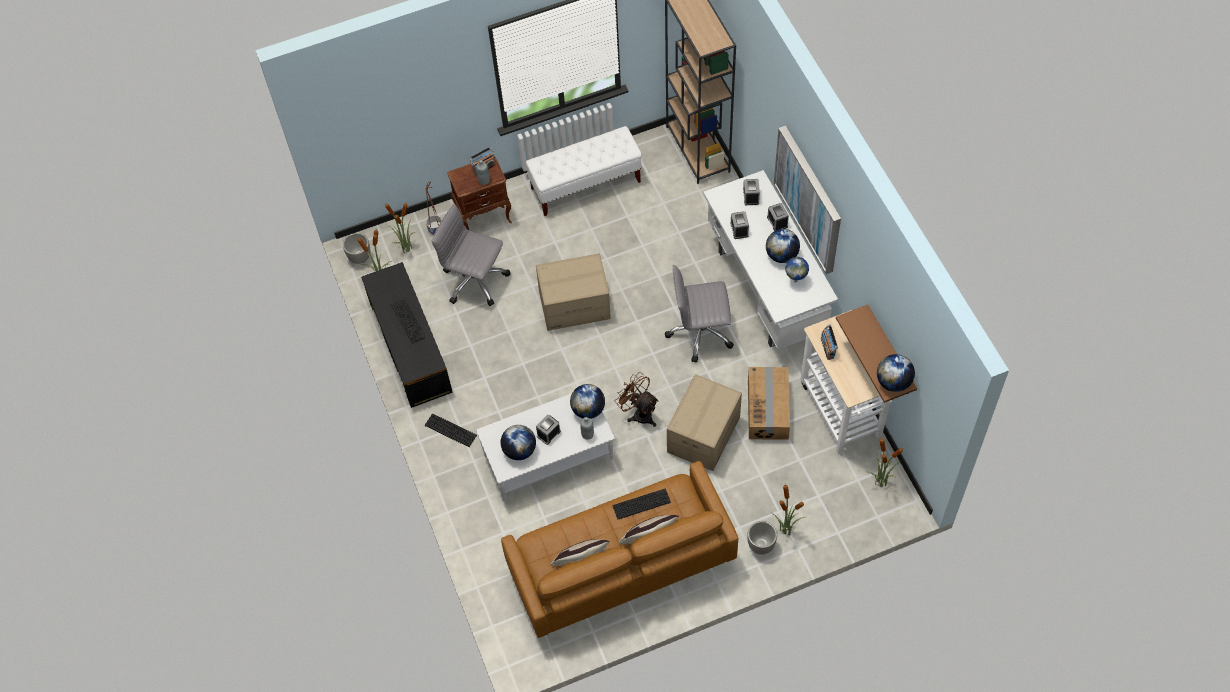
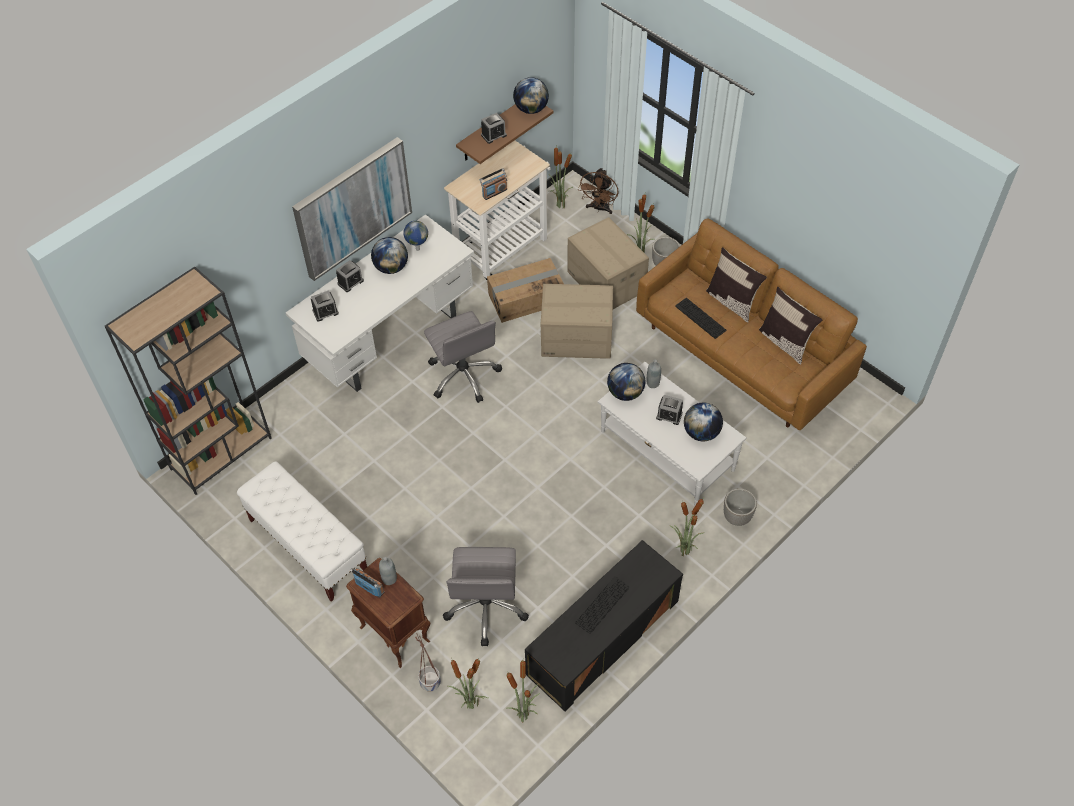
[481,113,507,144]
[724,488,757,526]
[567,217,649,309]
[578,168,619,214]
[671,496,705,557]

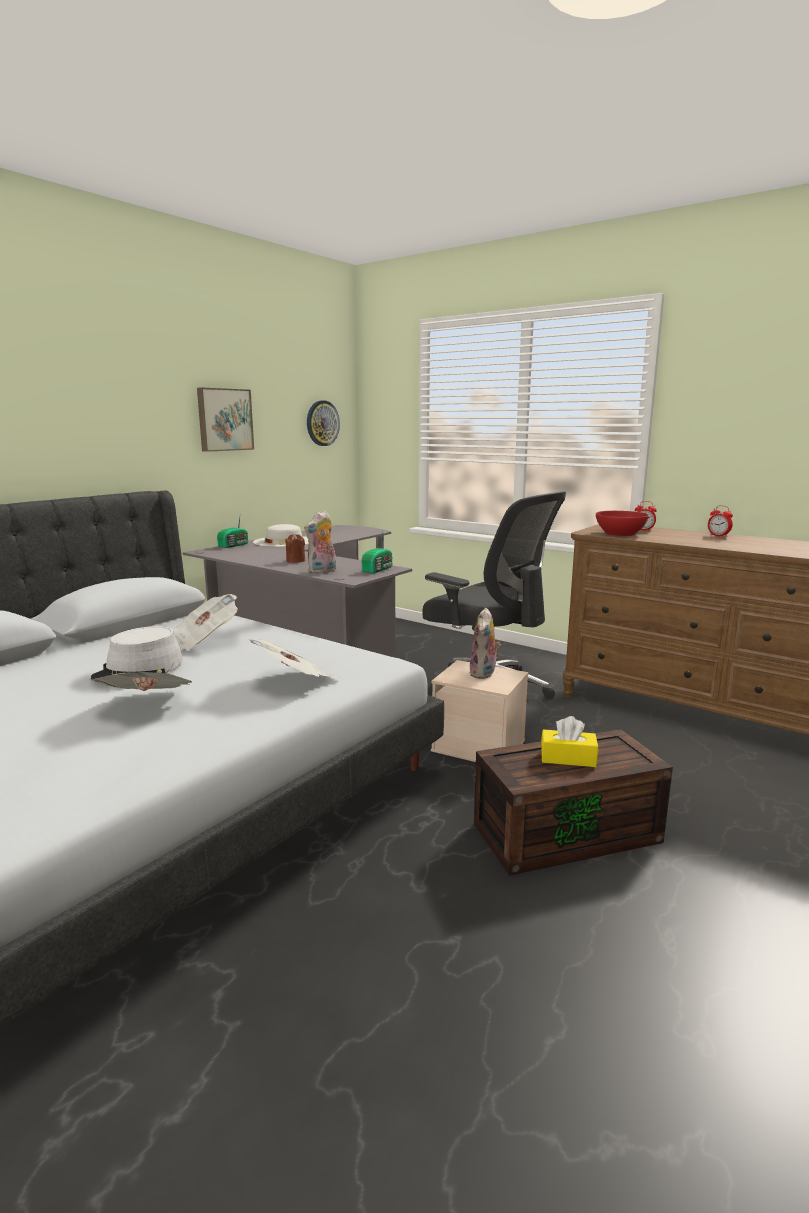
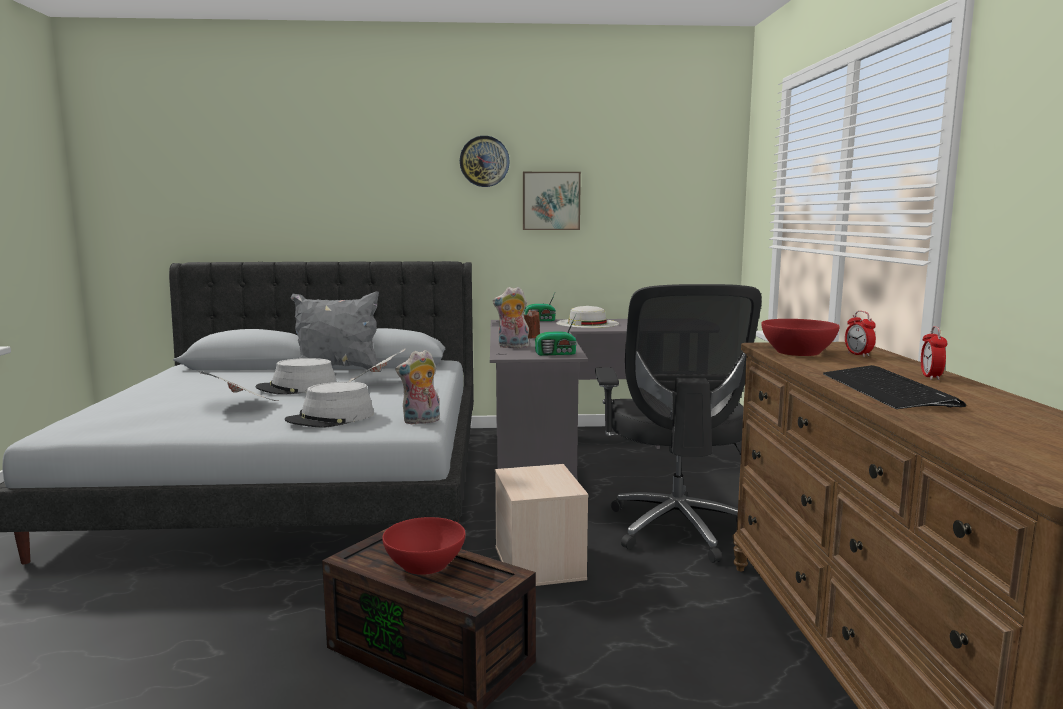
[460,136,510,187]
[395,350,440,425]
[285,382,374,428]
[382,517,466,575]
[291,292,382,372]
[823,365,966,409]

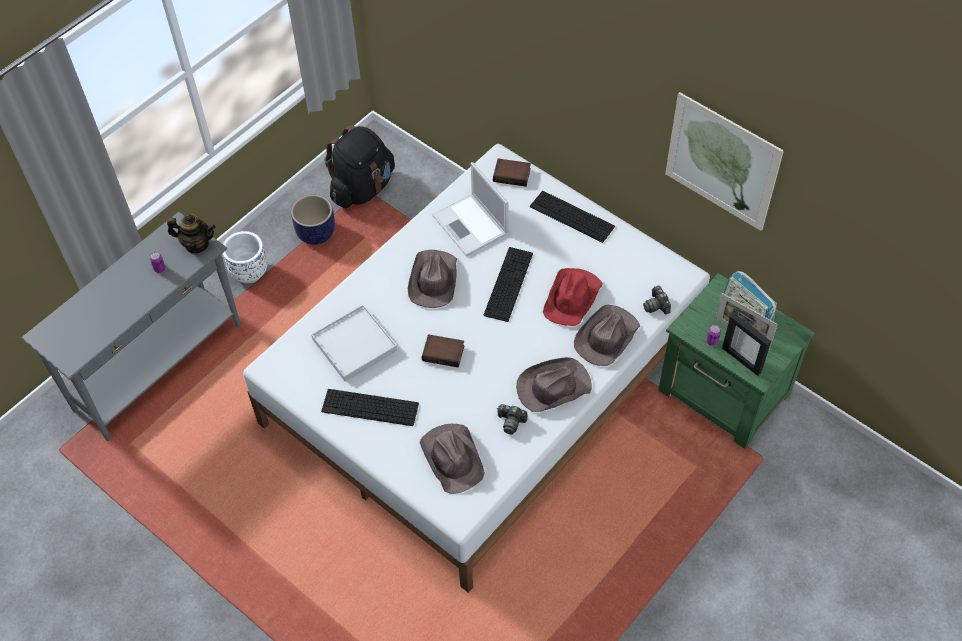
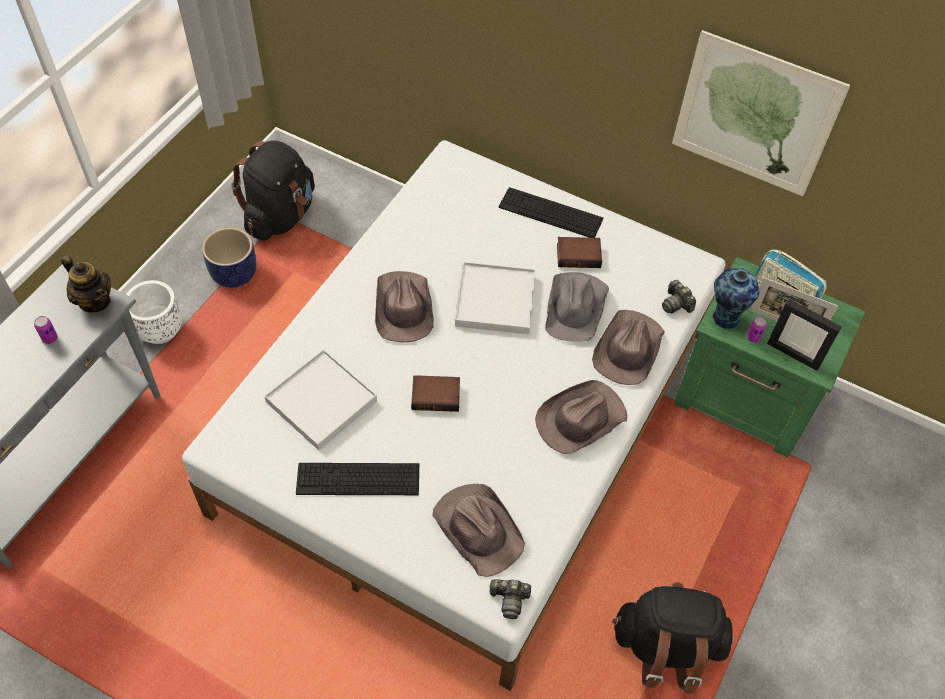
[557,237,602,268]
[432,162,508,257] (first image)
[61,255,111,312]
[455,262,536,334]
[545,272,609,342]
[489,579,531,619]
[712,268,759,329]
[612,582,734,693]

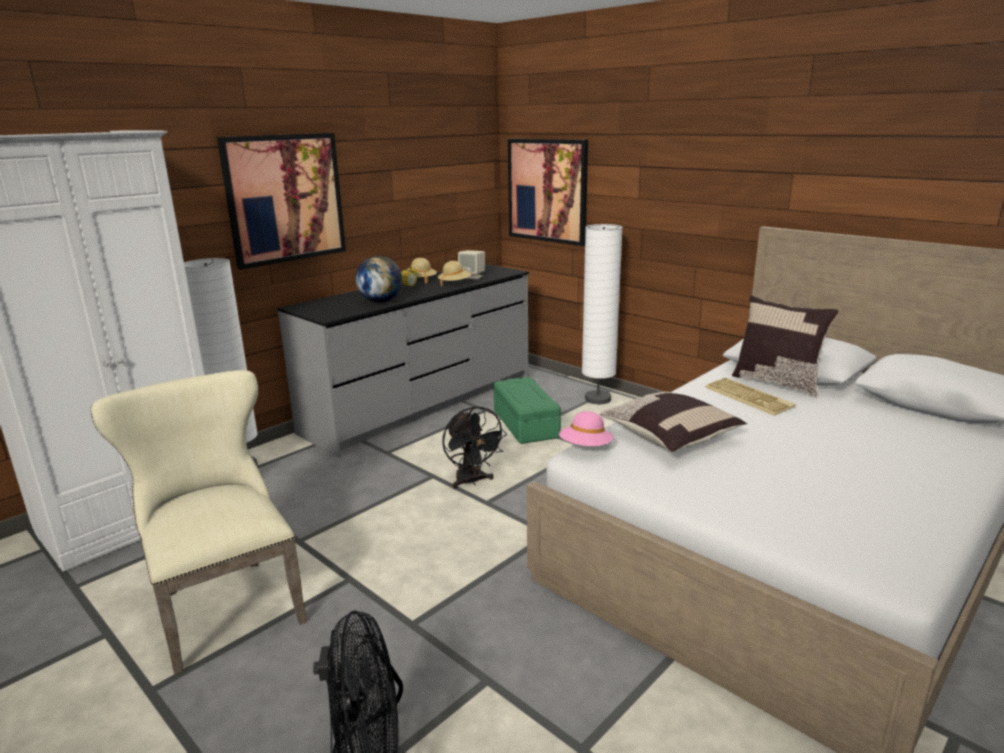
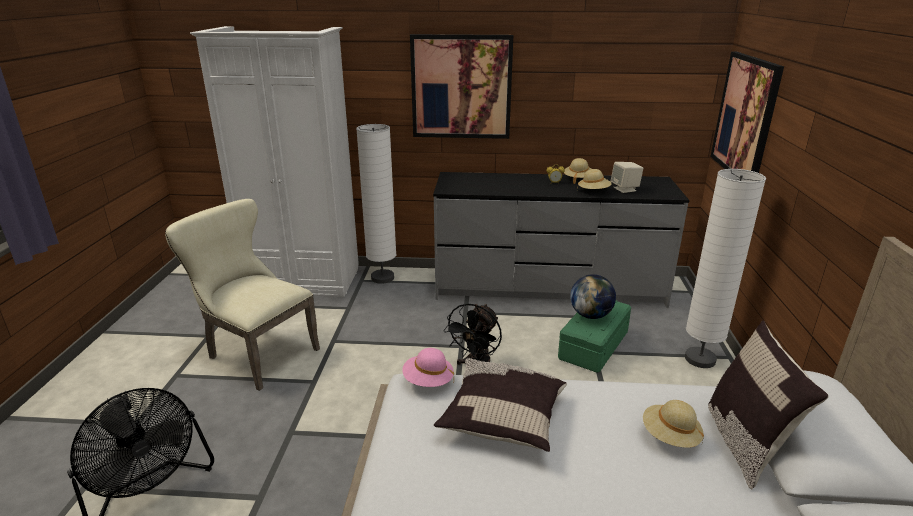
[570,274,616,319]
[165,199,320,391]
[643,400,704,448]

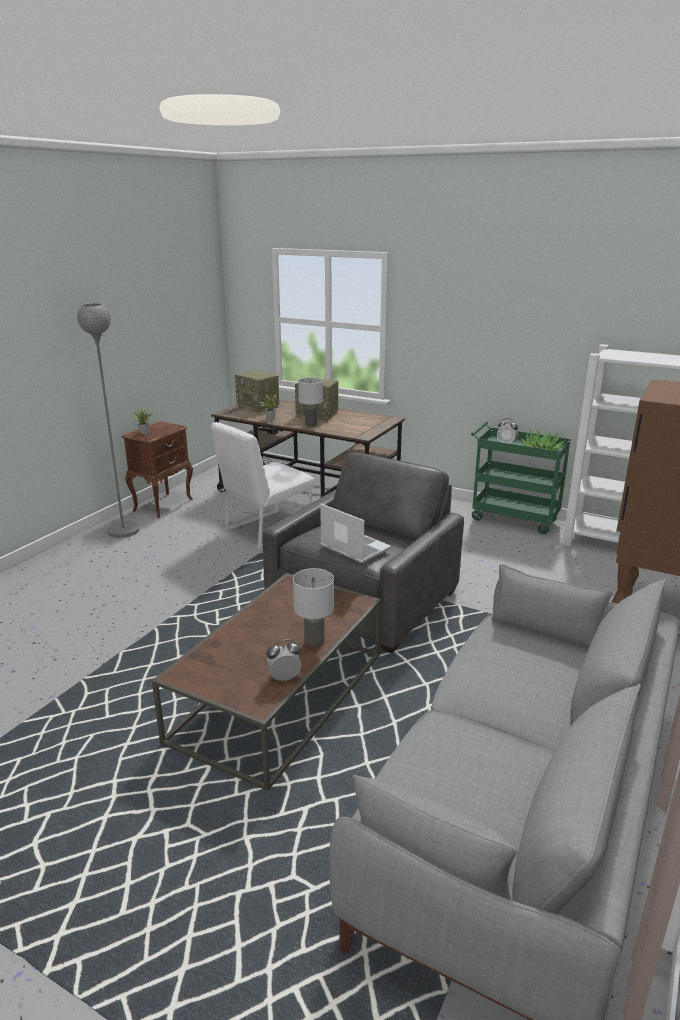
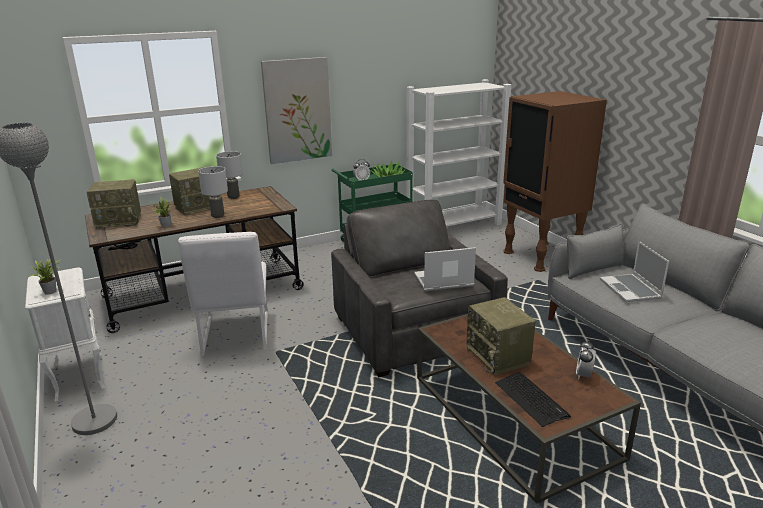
[25,267,105,401]
[216,151,243,199]
[261,57,332,164]
[600,241,669,302]
[466,297,536,375]
[495,372,571,427]

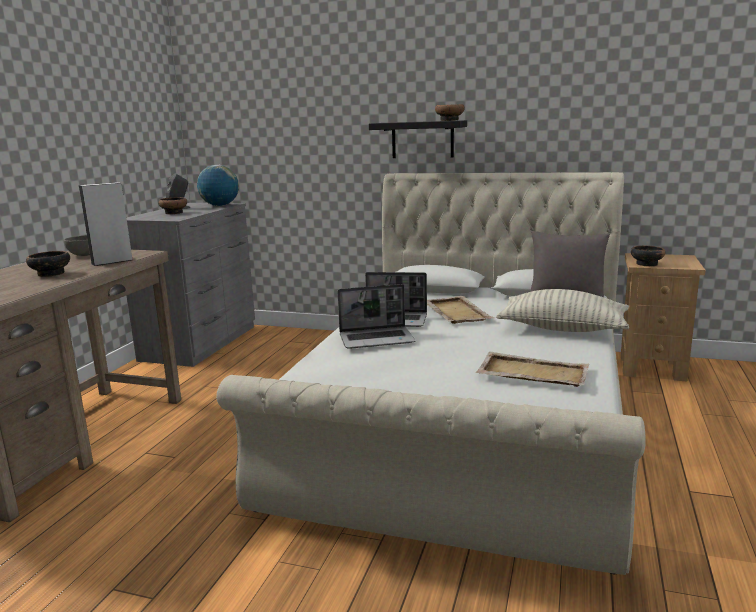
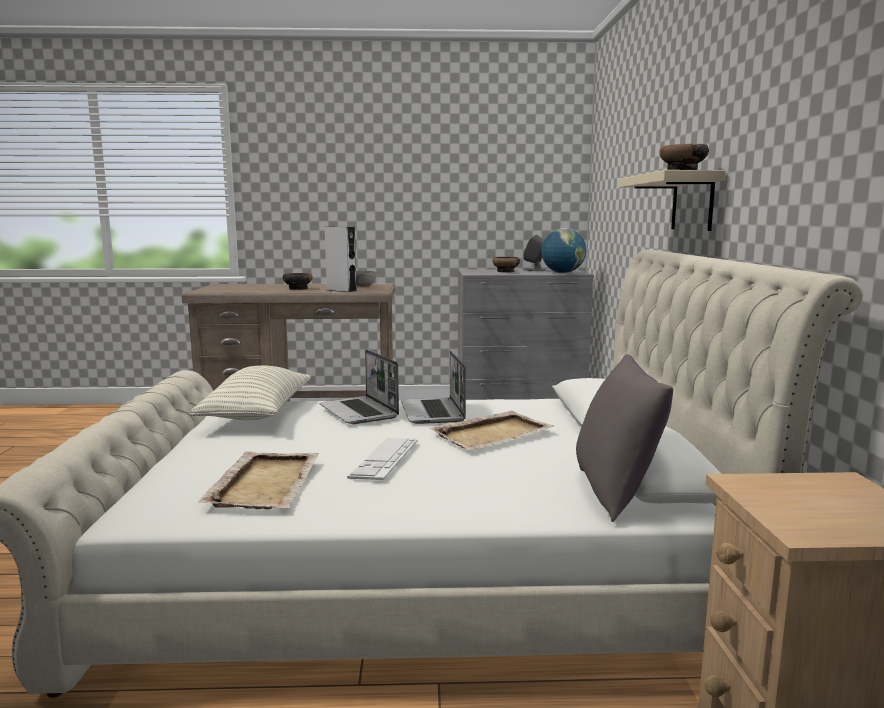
[619,170,725,231]
[631,245,665,266] (first image)
[190,366,311,420]
[347,438,418,480]

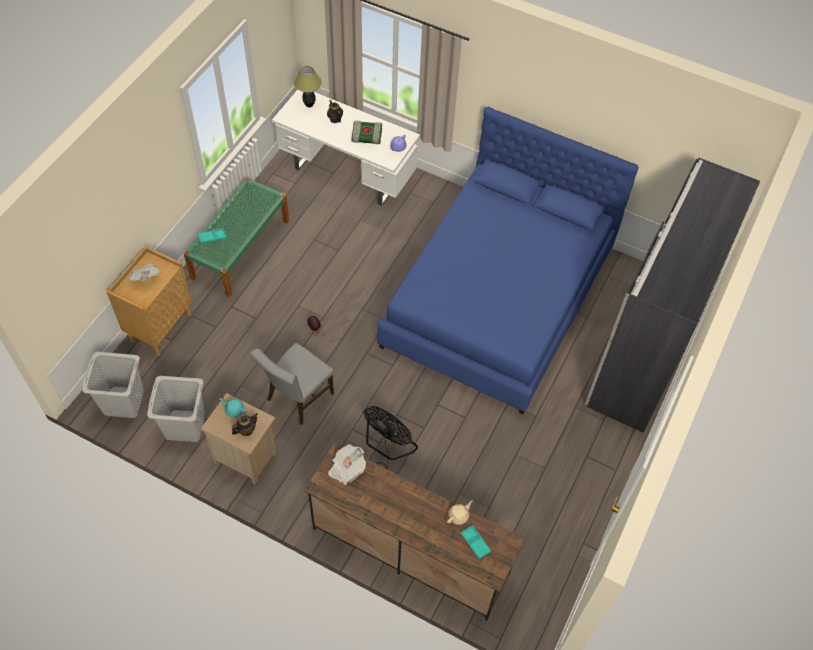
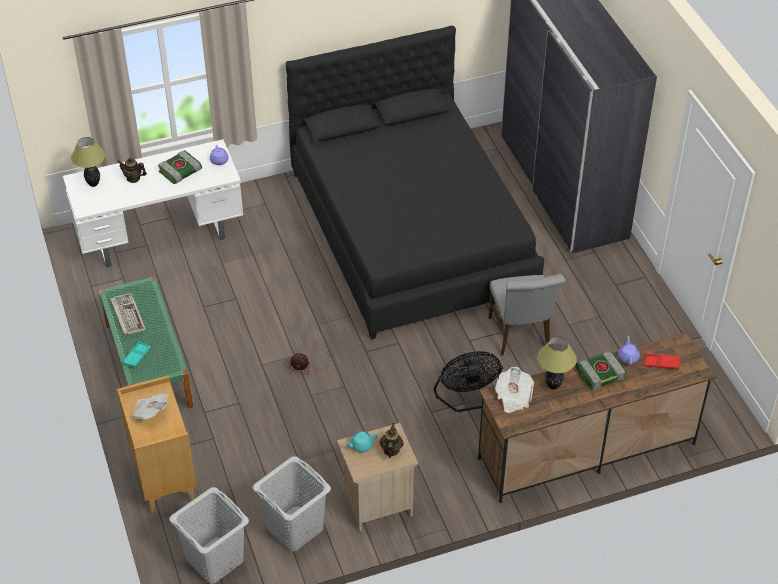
[286,26,544,340]
[488,274,566,356]
[618,335,640,365]
[644,354,680,369]
[110,293,146,335]
[537,337,577,390]
[576,351,626,390]

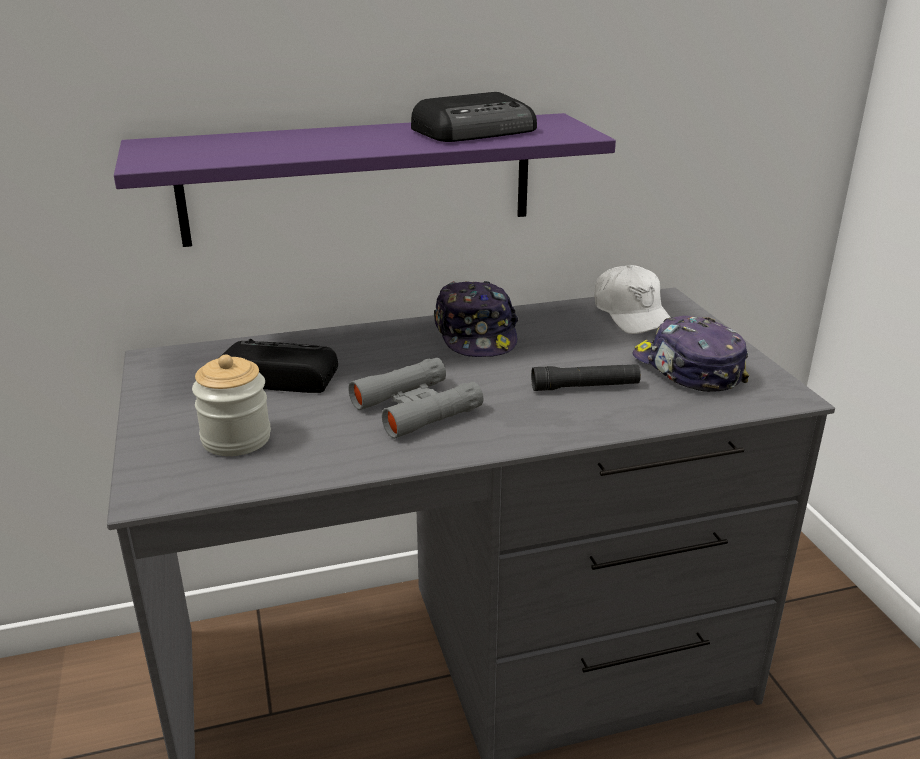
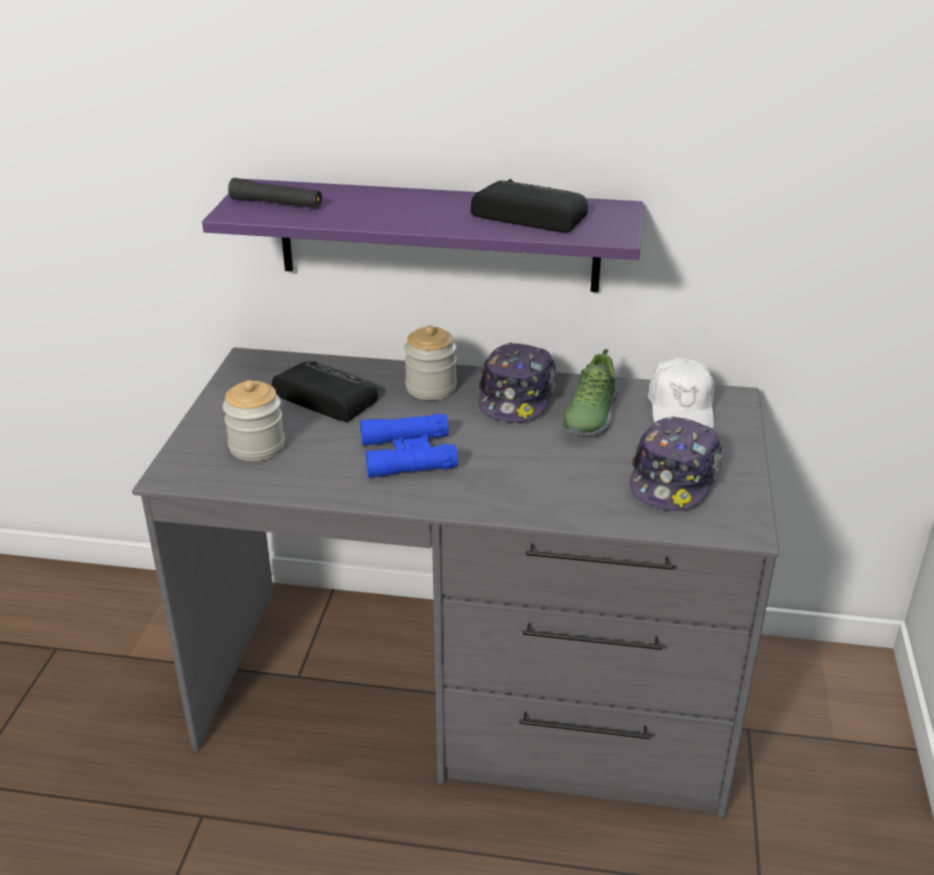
[471,179,588,233]
[630,416,722,511]
[360,414,458,478]
[228,178,322,208]
[404,325,457,400]
[561,349,618,436]

